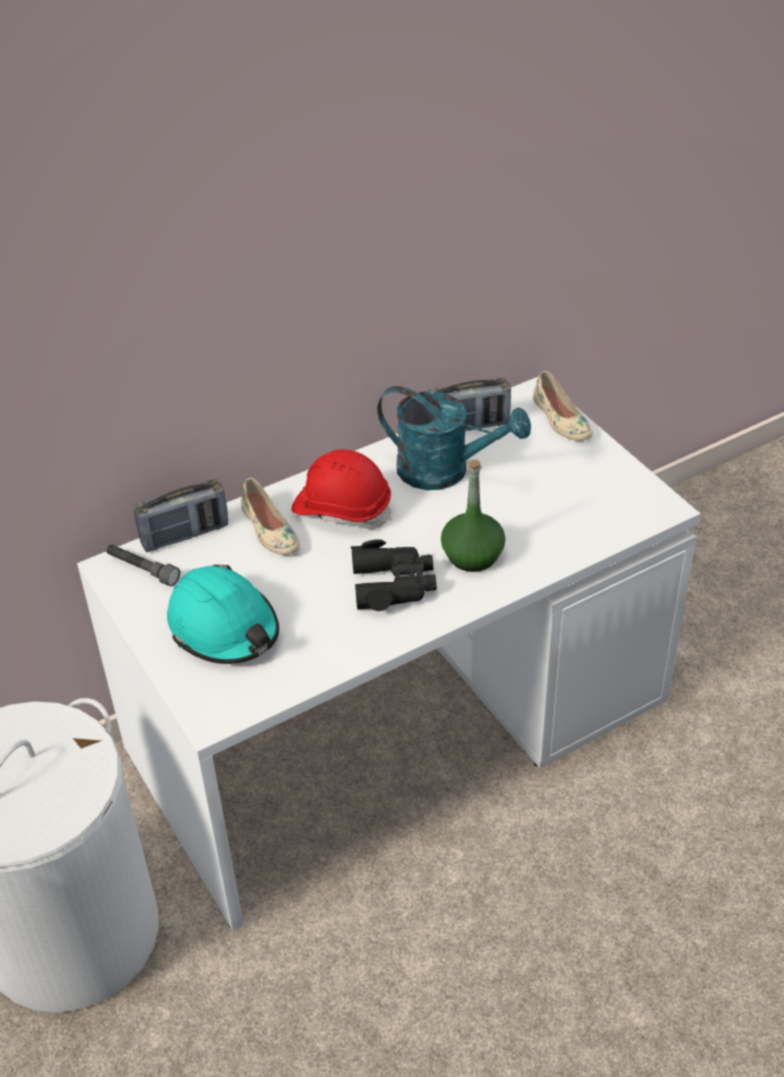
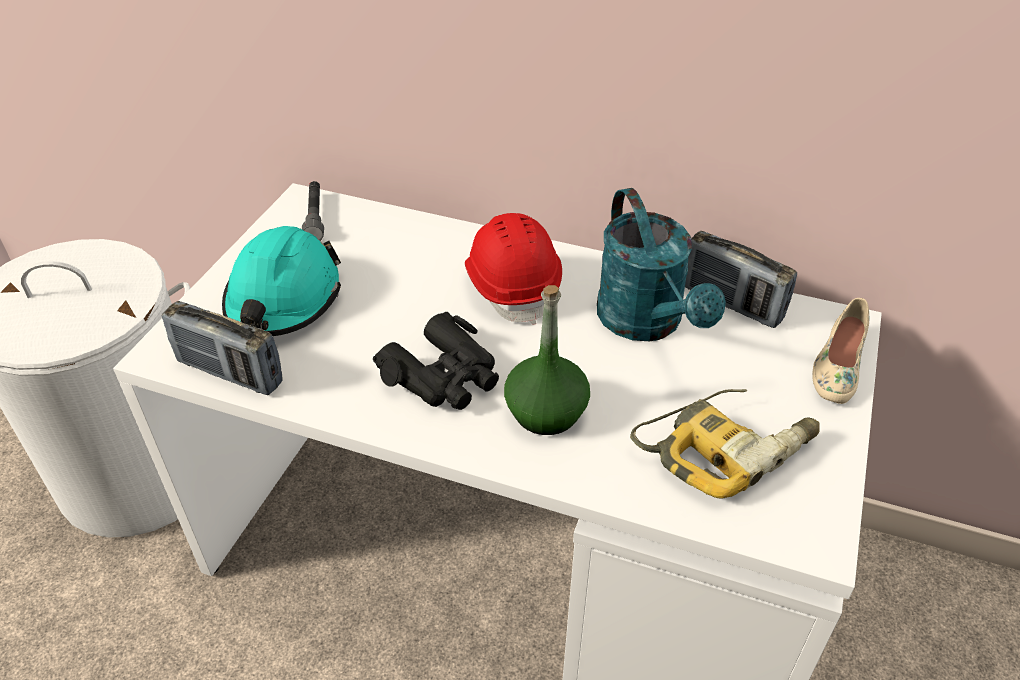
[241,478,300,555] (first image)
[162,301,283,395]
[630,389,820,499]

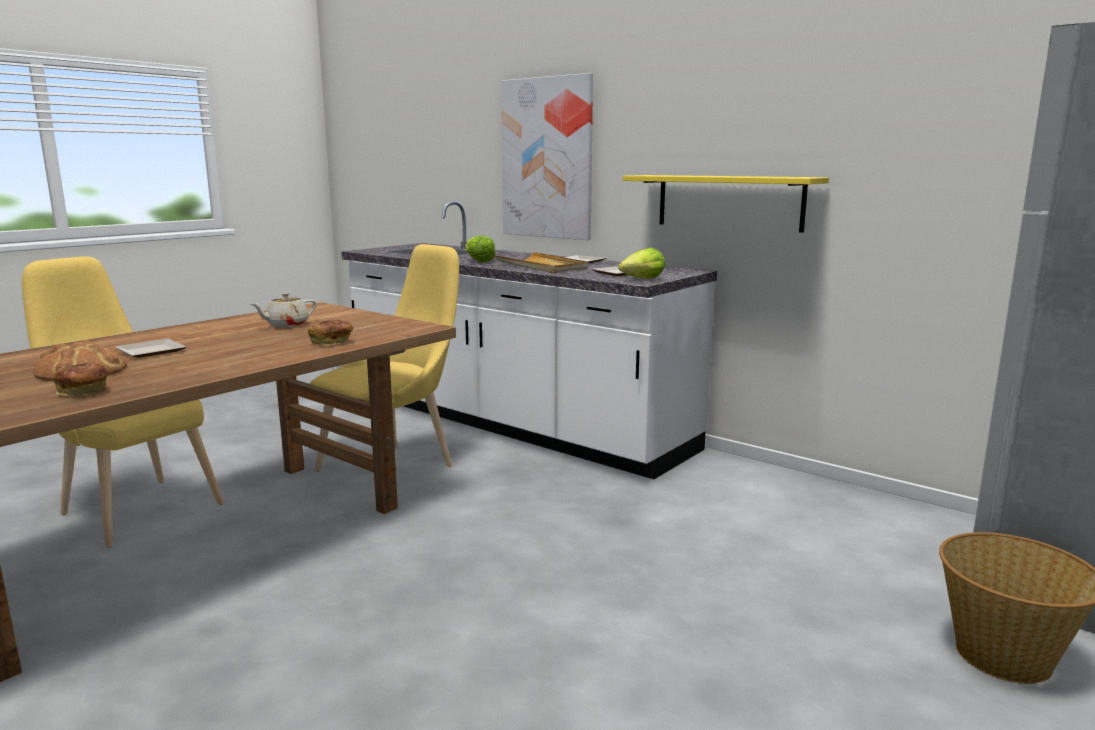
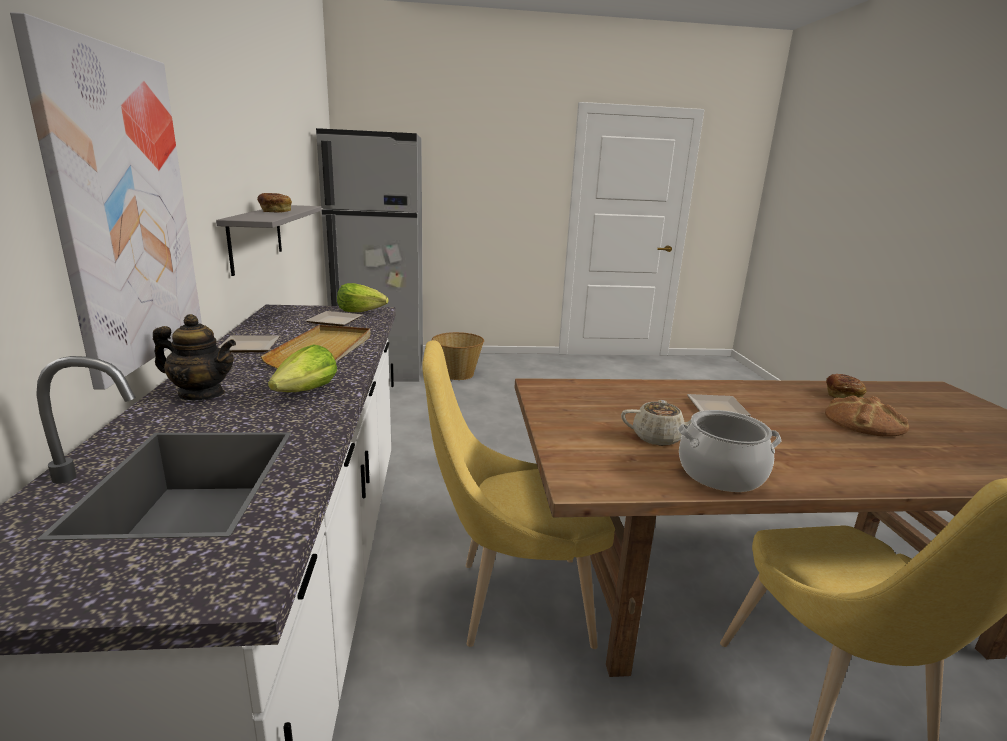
[216,205,322,276]
[257,193,292,213]
[687,394,751,416]
[153,314,236,400]
[678,410,781,492]

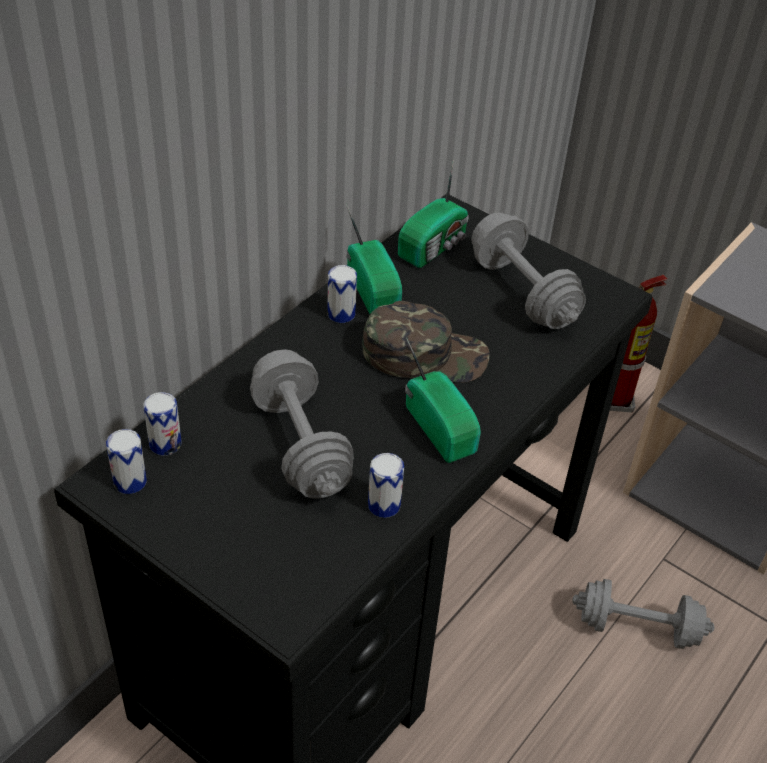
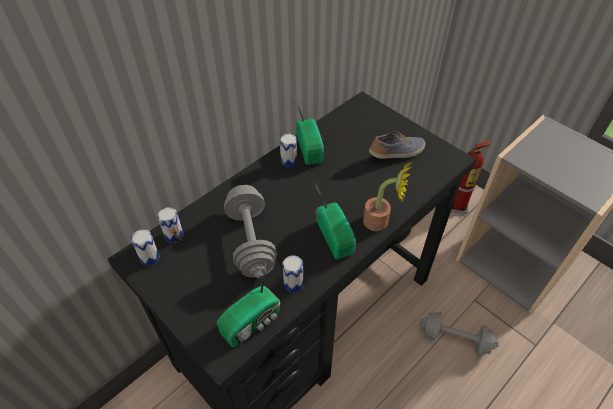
[217,263,280,348]
[369,131,425,159]
[362,301,490,383] (first image)
[363,161,413,231]

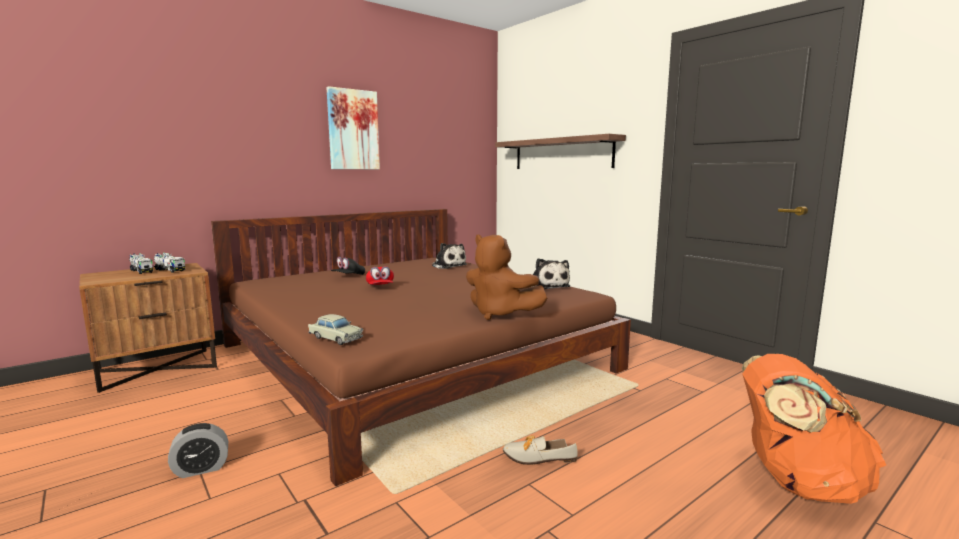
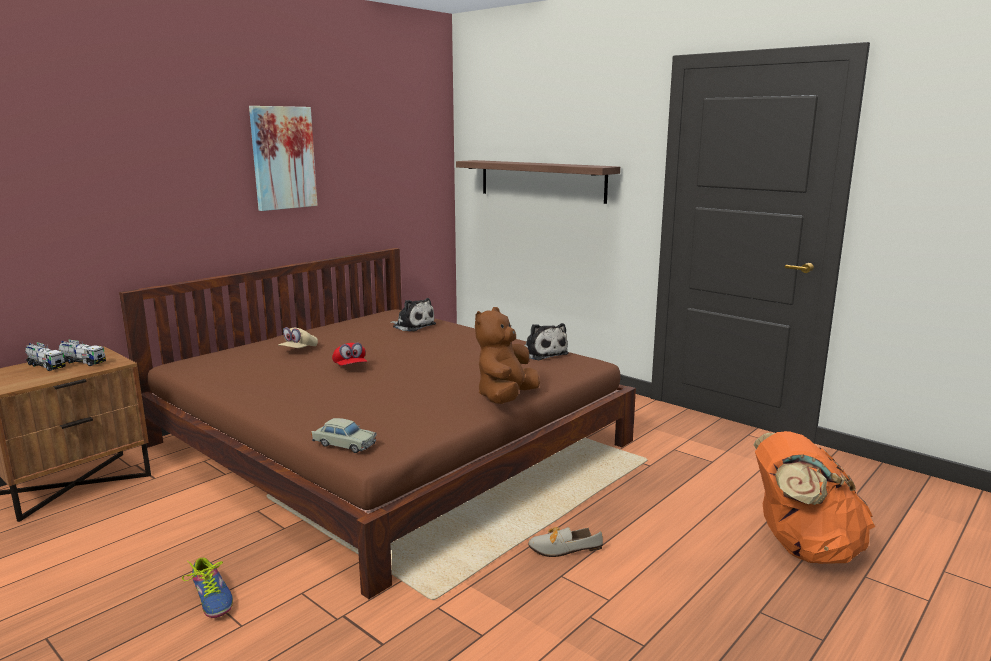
[475,307,540,404]
[278,327,318,348]
[182,557,233,618]

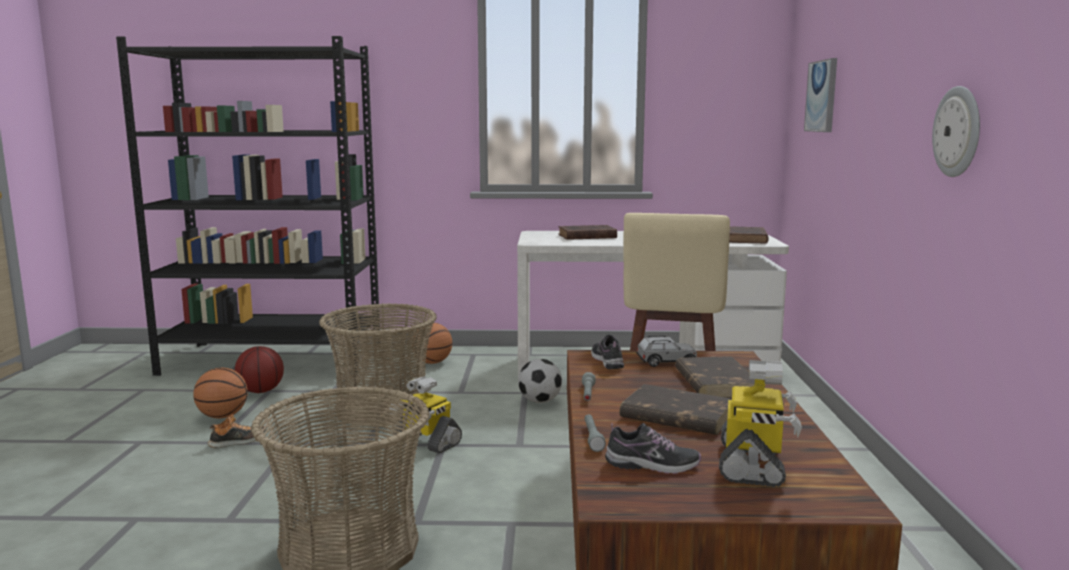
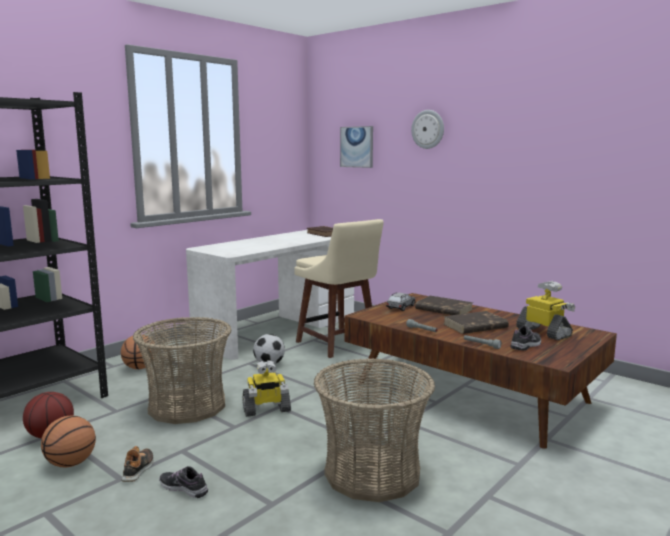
[411,110,444,149]
[559,225,617,240] (first image)
[159,466,208,498]

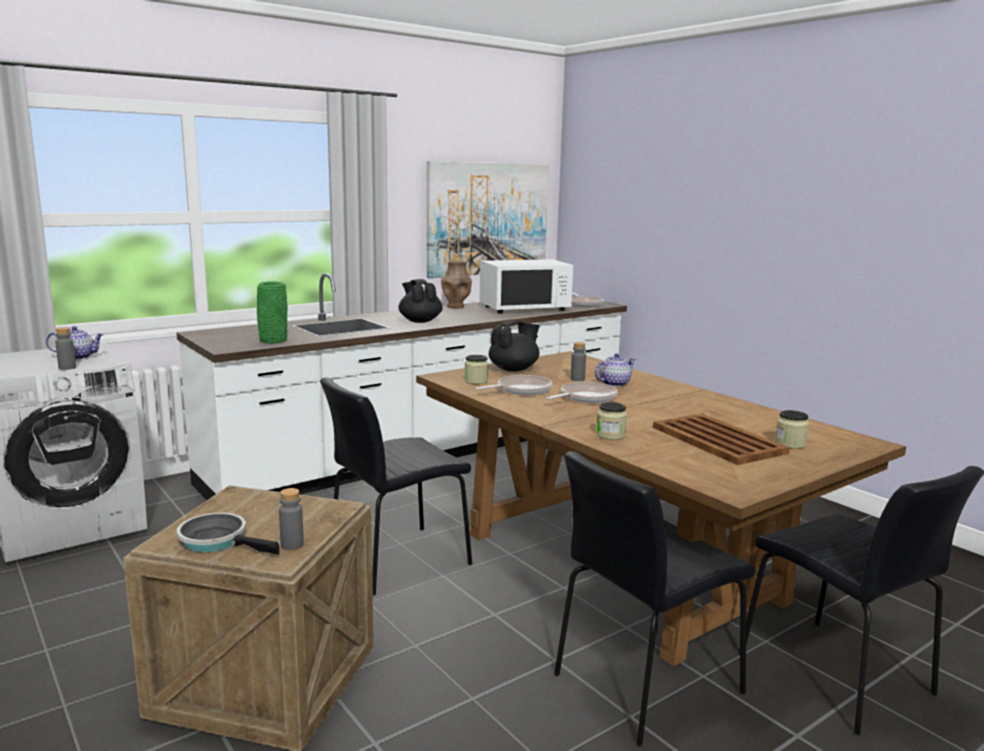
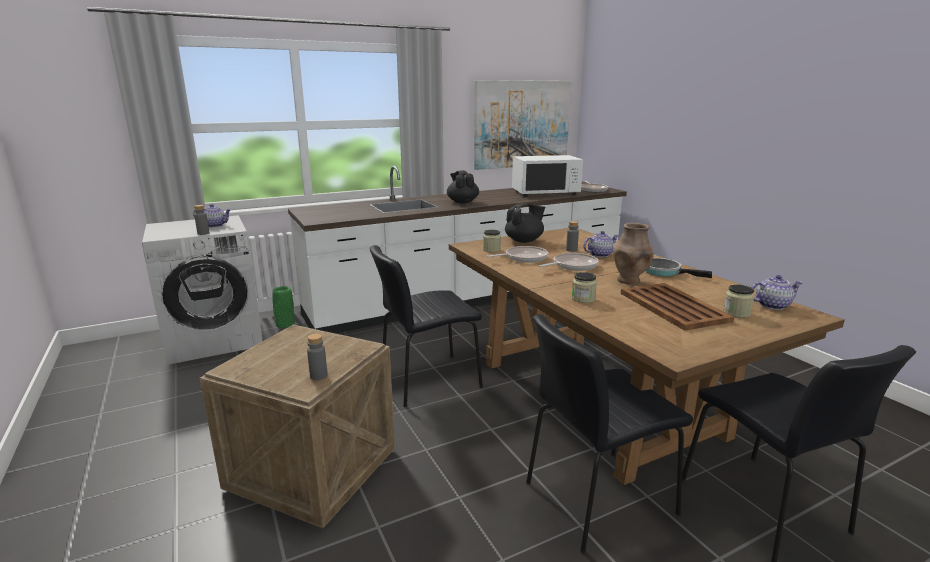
[613,223,654,285]
[272,286,295,328]
[646,258,712,278]
[751,275,803,310]

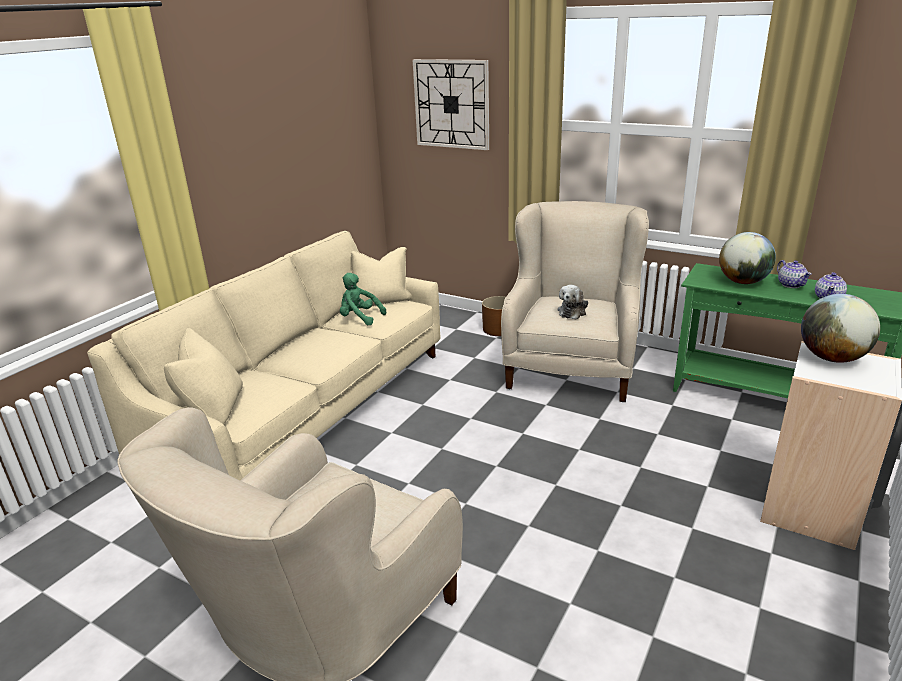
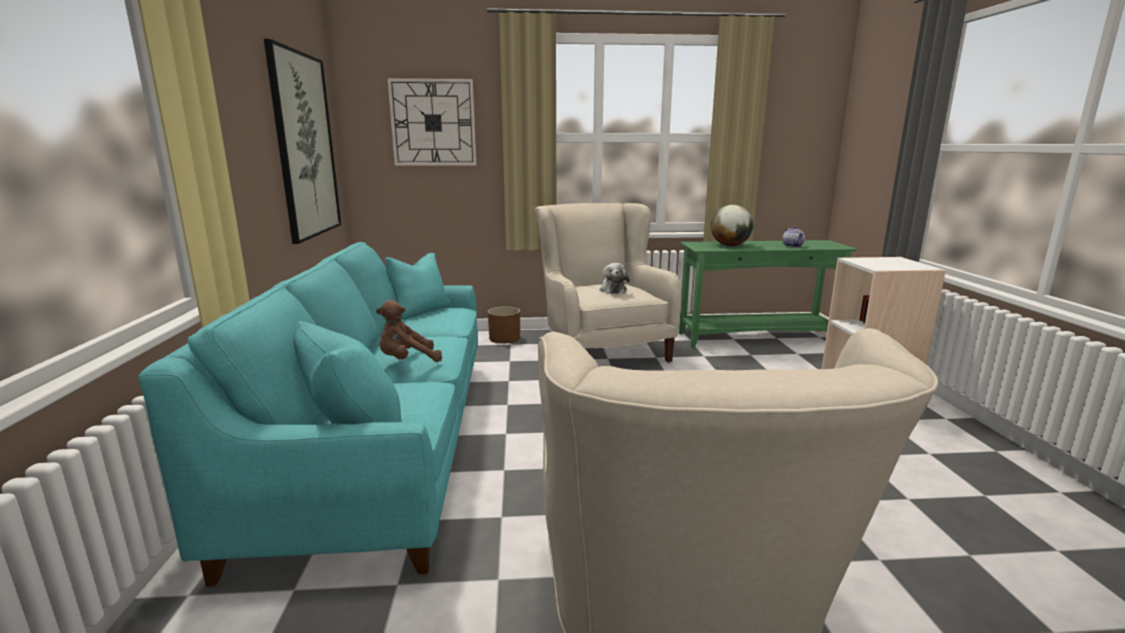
[138,242,478,587]
[777,260,812,288] (first image)
[340,273,386,325] (first image)
[801,294,880,363] (first image)
[264,39,341,244]
[376,300,442,362]

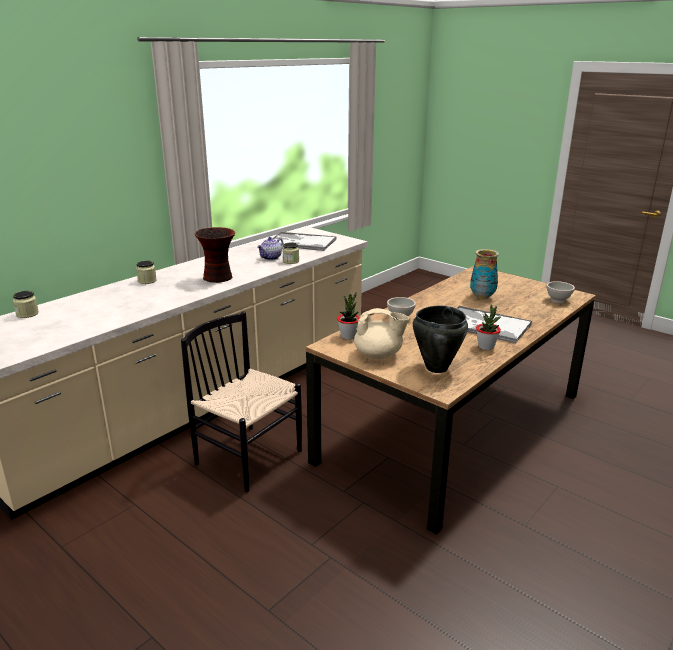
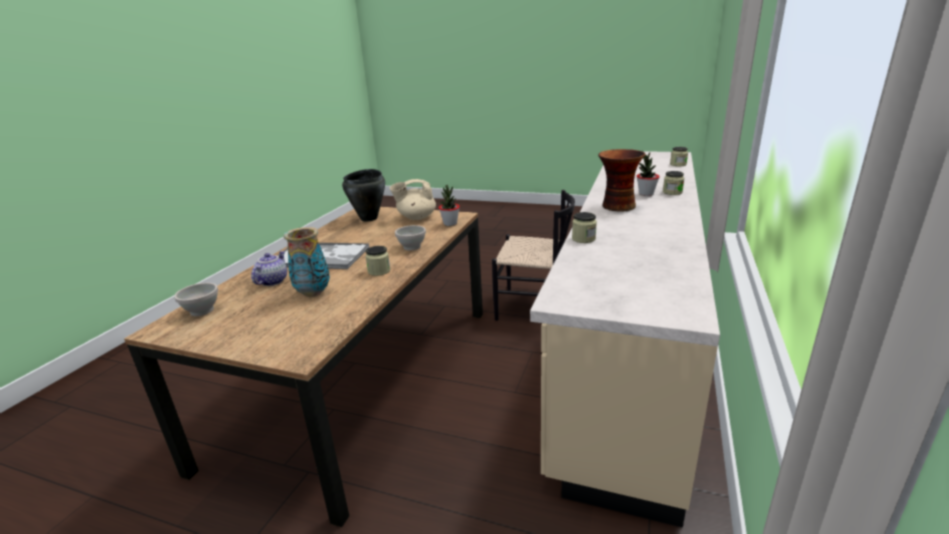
[272,232,336,251] (first image)
[251,251,287,286]
[637,151,660,196]
[365,246,390,276]

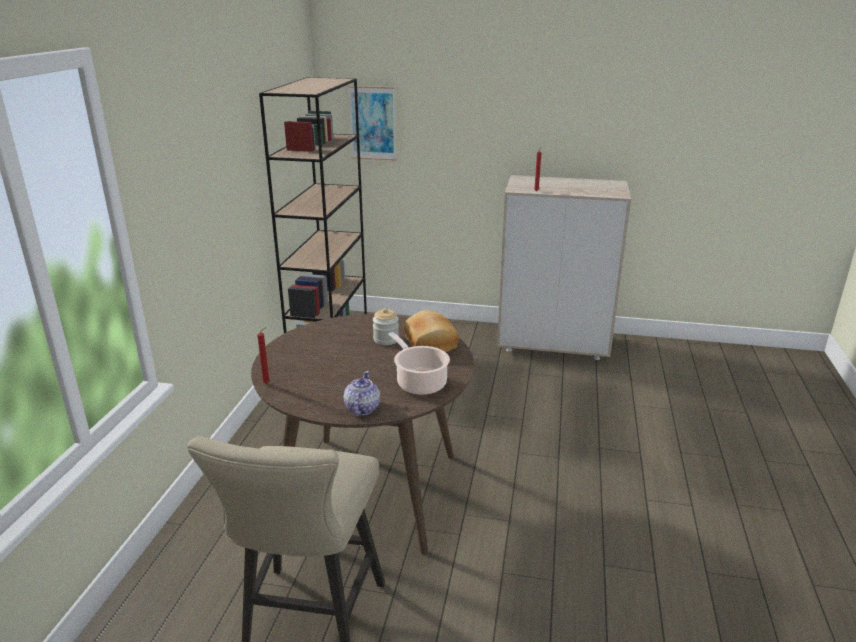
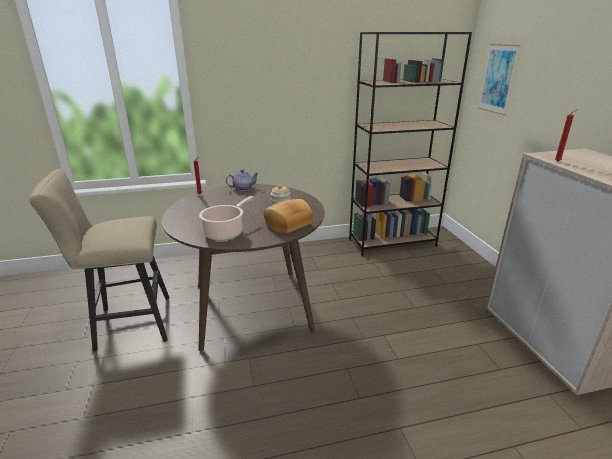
[226,169,259,191]

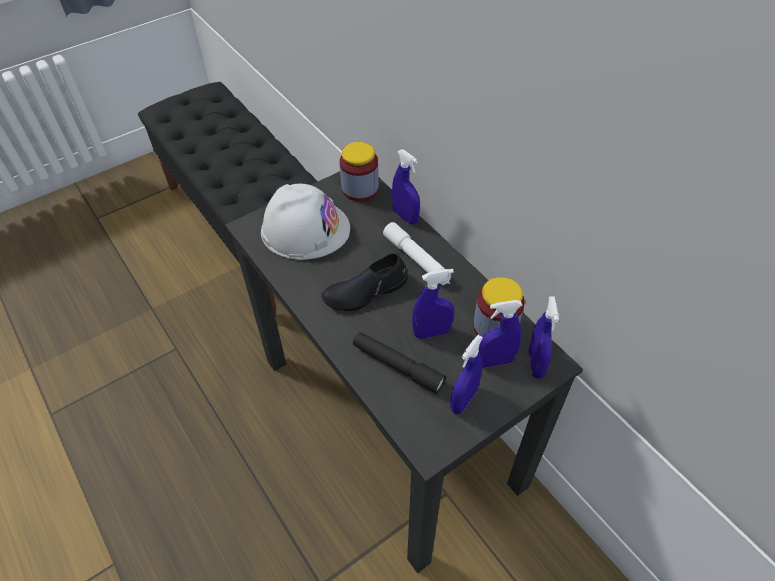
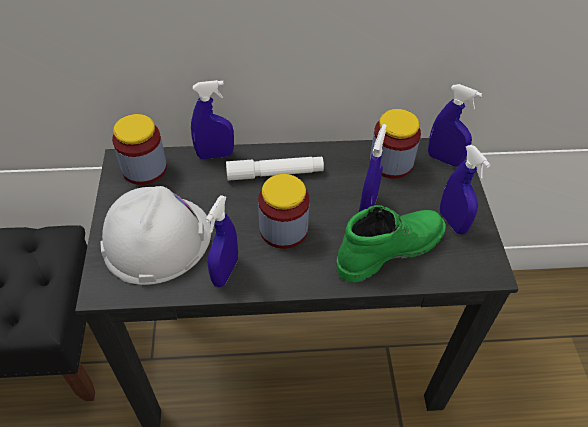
[258,174,309,249]
[206,195,238,287]
[336,205,446,282]

